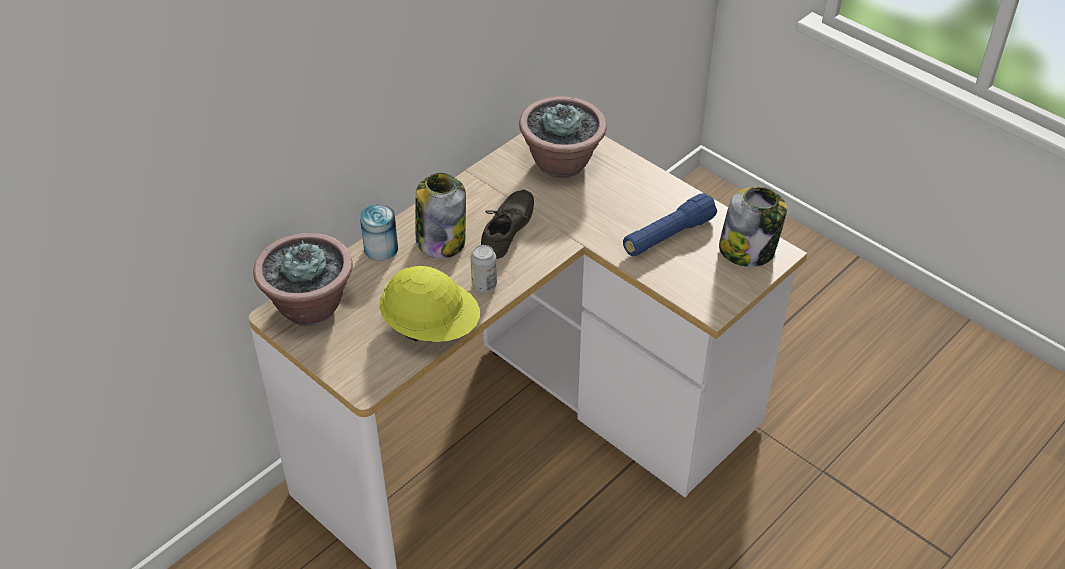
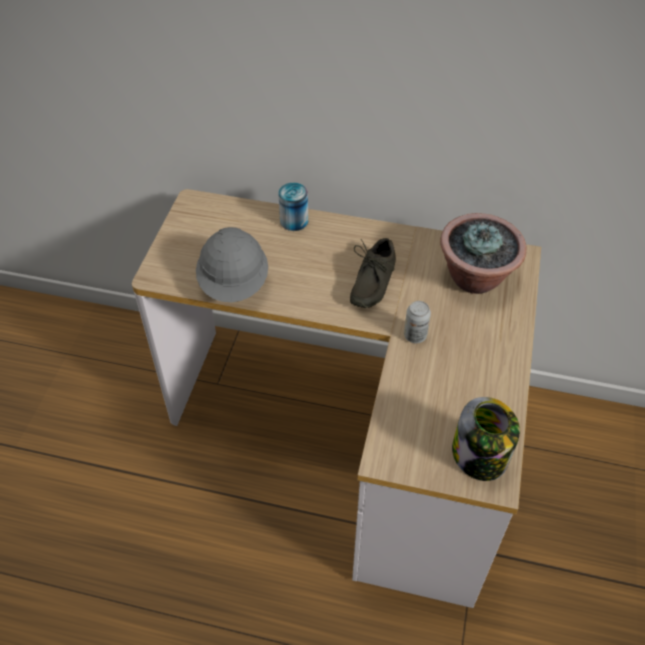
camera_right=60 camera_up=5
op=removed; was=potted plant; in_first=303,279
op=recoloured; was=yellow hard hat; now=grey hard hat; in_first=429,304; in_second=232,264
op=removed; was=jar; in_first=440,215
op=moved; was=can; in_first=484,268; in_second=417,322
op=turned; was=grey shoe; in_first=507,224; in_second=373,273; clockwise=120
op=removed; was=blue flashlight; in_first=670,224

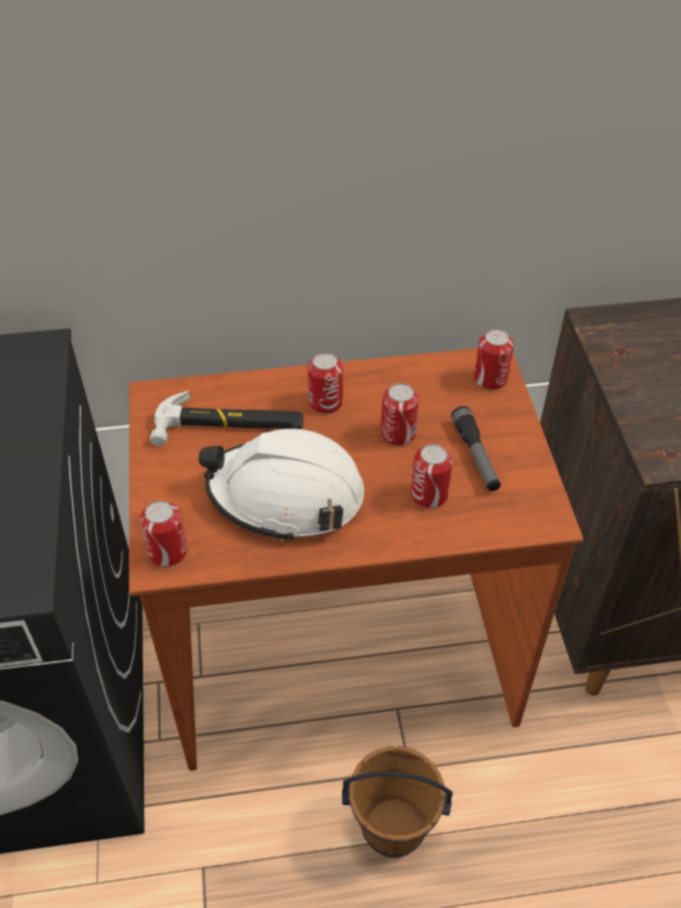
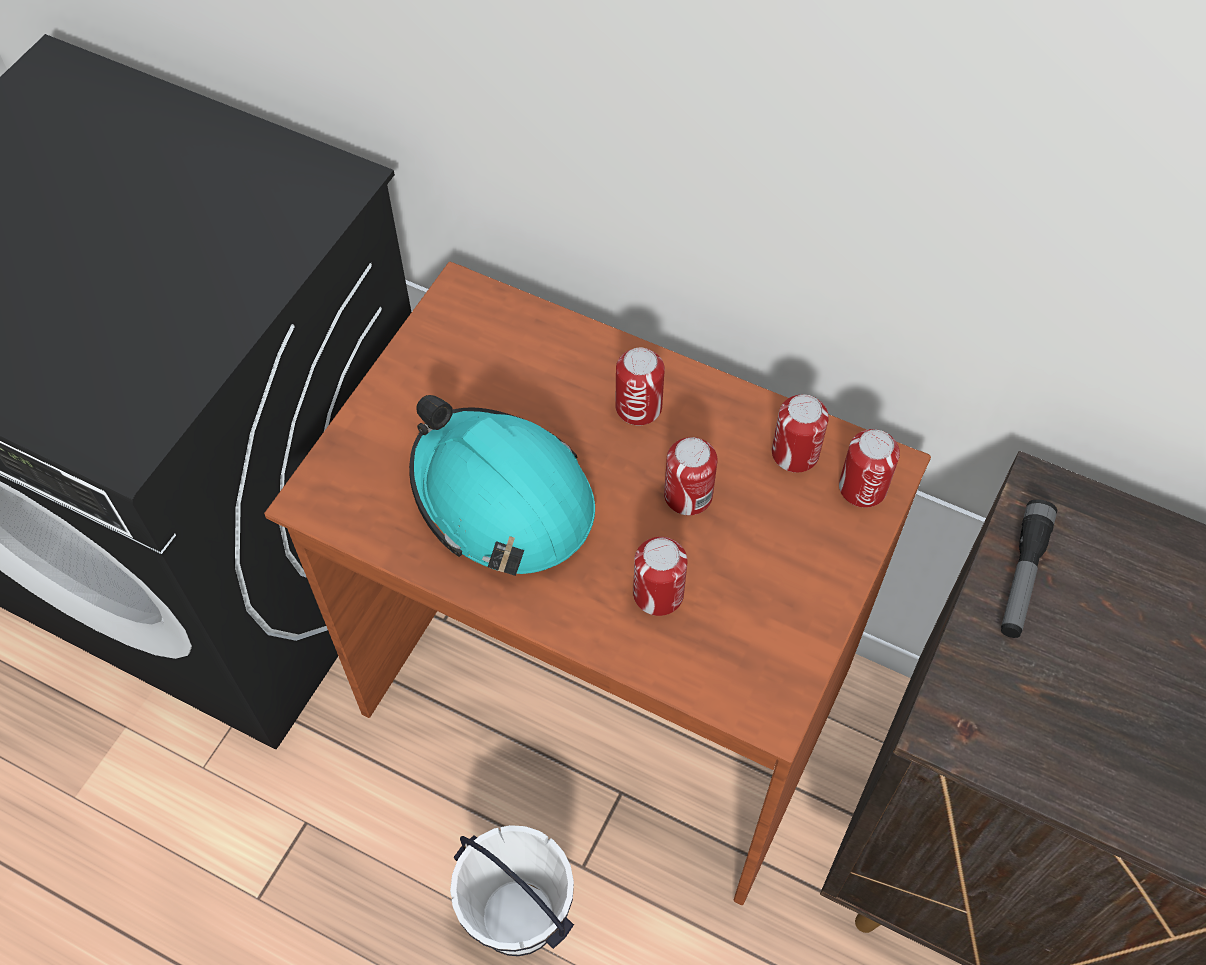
camera_right=35 camera_up=10
op=moved; was=can; in_first=163,534; in_second=800,434
op=removed; was=hammer; in_first=226,418
op=recoloured; was=white hard hat; now=turquoise hard hat; in_first=281,485; in_second=502,485
op=recoloured; was=brown bucket; now=white bucket; in_first=397,802; in_second=512,890
op=moved; was=flashlight; in_first=476,448; in_second=1029,568

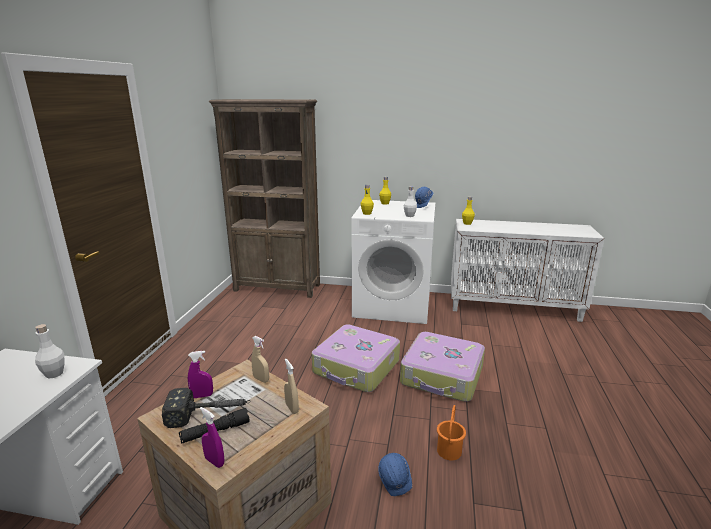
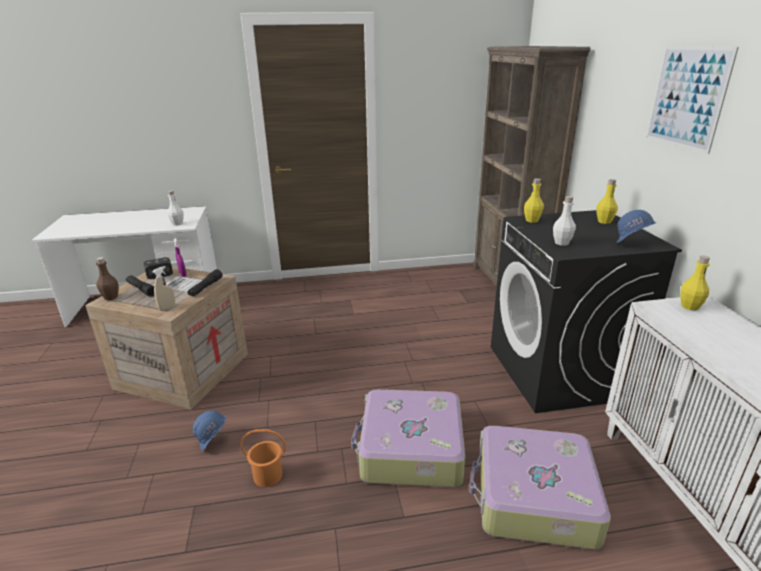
camera_right=70 camera_up=5
op=replaced; was=purple spray bottle; now=brown bottle; in_first=212,437; in_second=107,278
op=replaced; was=beige spray bottle; now=black flashlight; in_first=260,359; in_second=205,282
op=moved; was=suitcase; in_first=356,358; in_second=540,487
op=recoloured; was=white washing machine; now=black washing machine; in_first=393,262; in_second=586,311
op=added; now=picture; in_second=692,100

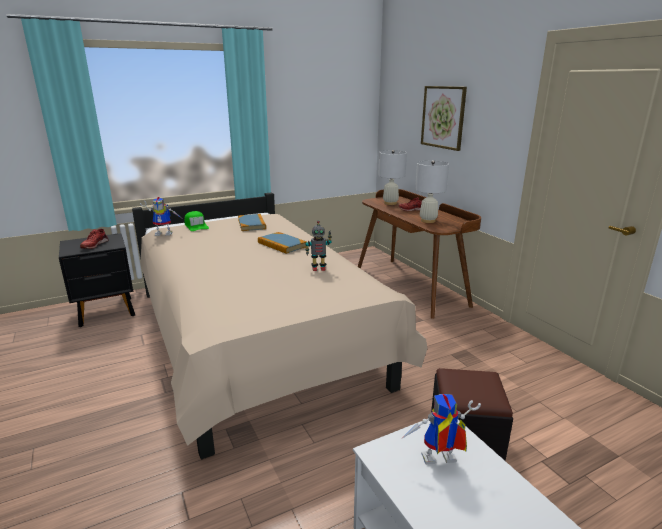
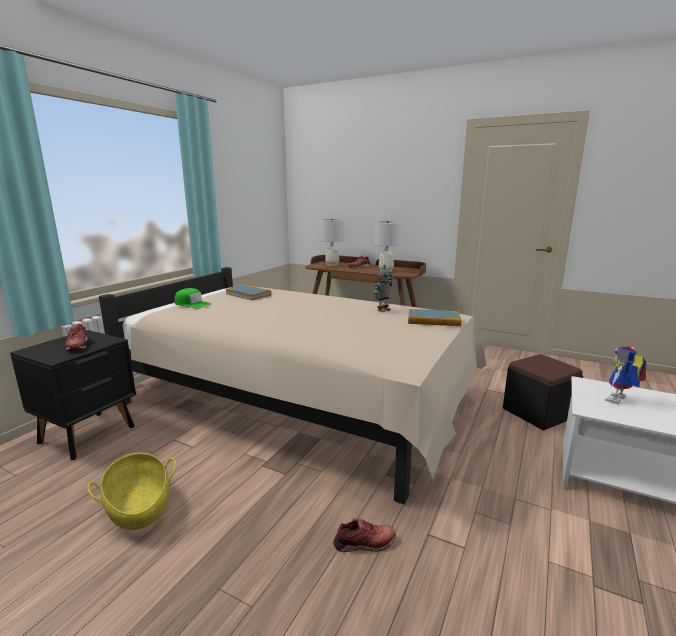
camera_right=-35 camera_up=-5
op=removed; was=toy robot; in_first=160,216
op=moved; was=book; in_first=282,243; in_second=434,317
op=removed; was=picture; in_first=444,118
op=added; now=basket; in_second=131,491
op=added; now=red shoe; in_second=364,535

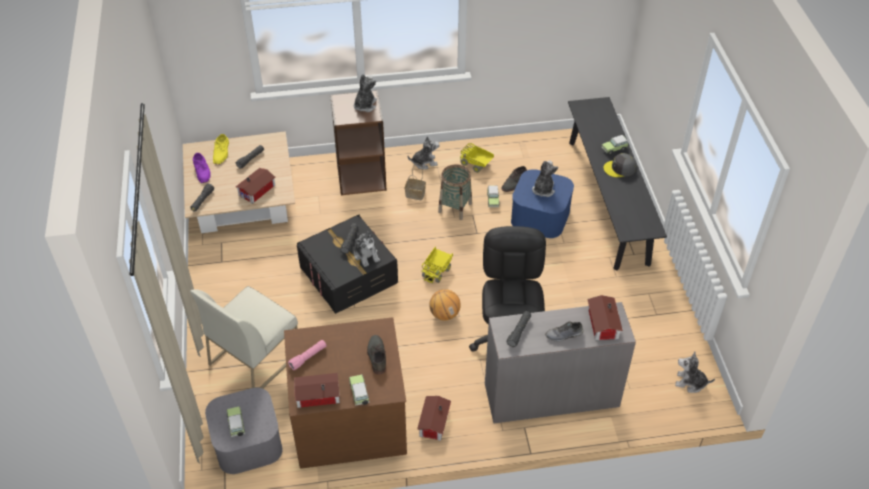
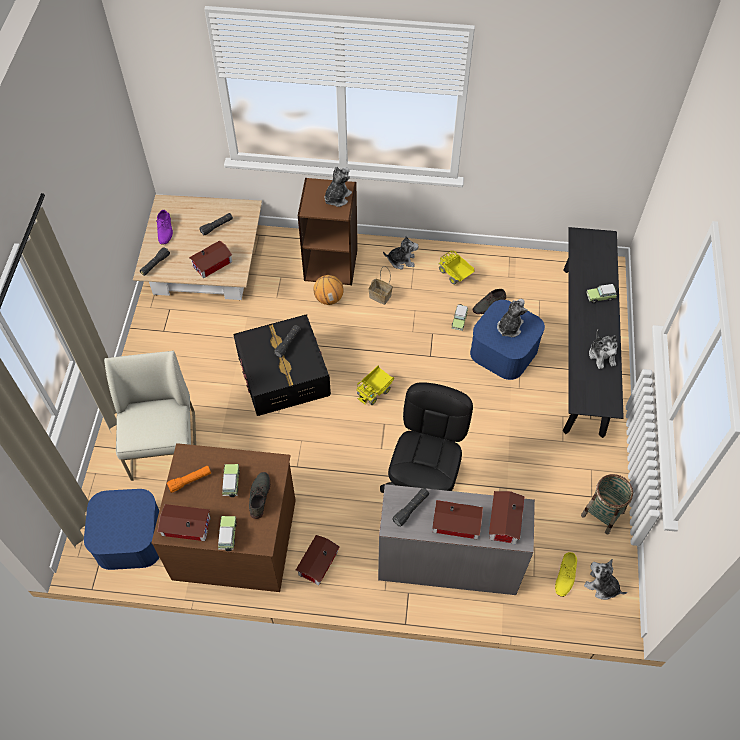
camera_right=15 camera_up=10
op=turned; was=white chair; in_first=244,337; in_second=150,416; clockwise=120
op=recoloured; was=grey storage box; now=blue storage box; in_first=243,431; in_second=121,529
op=moved; was=yellow shoe; in_first=221,149; in_second=566,574
op=moved; was=toy car; in_first=236,421; in_second=230,480
op=recoloured; was=pink flashlight; now=orange flashlight; in_first=307,355; in_second=189,479
op=moved; was=plush toy; in_first=367,249; in_second=603,349
op=moved; was=basketball; in_first=445,305; in_second=328,290
op=moved; was=basket; in_first=455,192; in_second=607,504
op=replaced; was=grey shoe; now=toy house; in_first=564,331; in_second=457,519
op=removed; was=grey cap; in_first=619,165

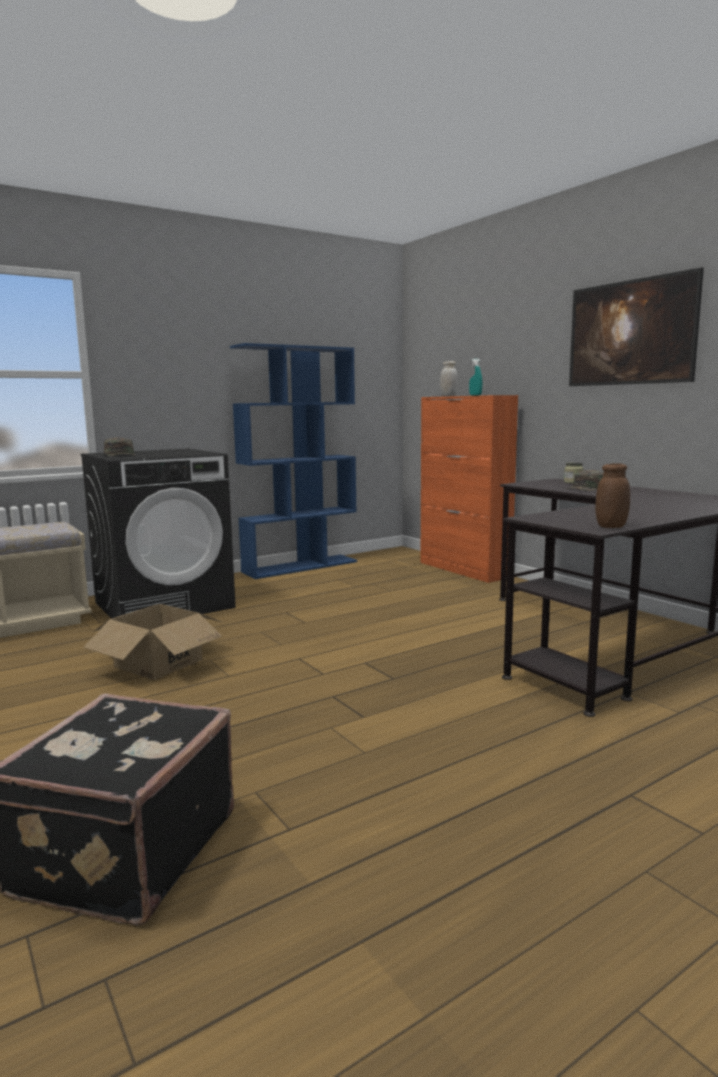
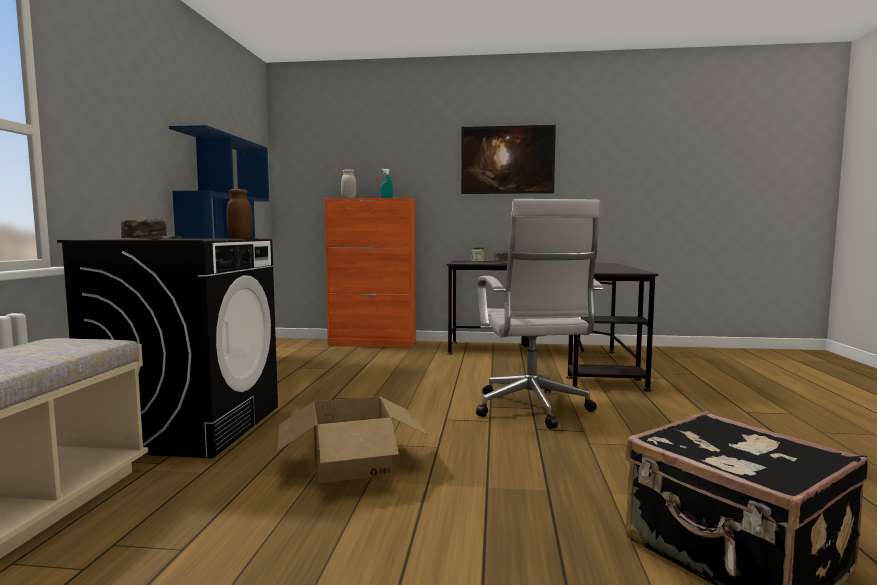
camera_right=-50 camera_up=-5
op=moved; was=brown jar; in_first=612,495; in_second=239,214
op=added; now=white office chair; in_second=539,314

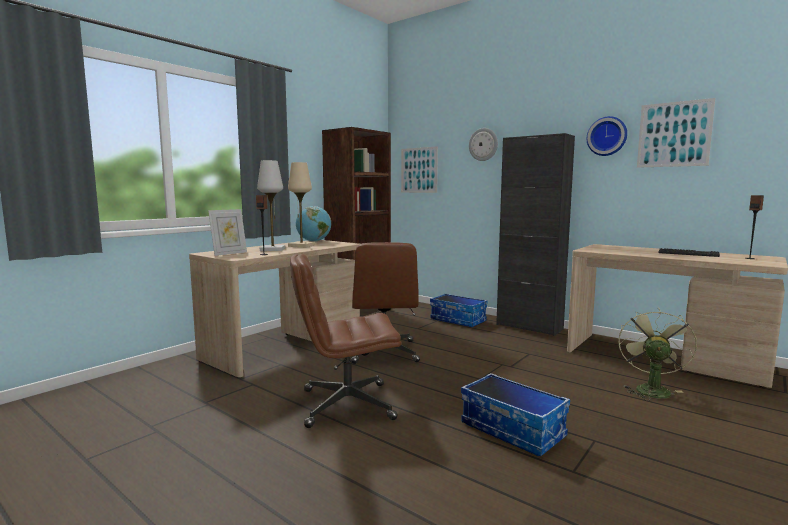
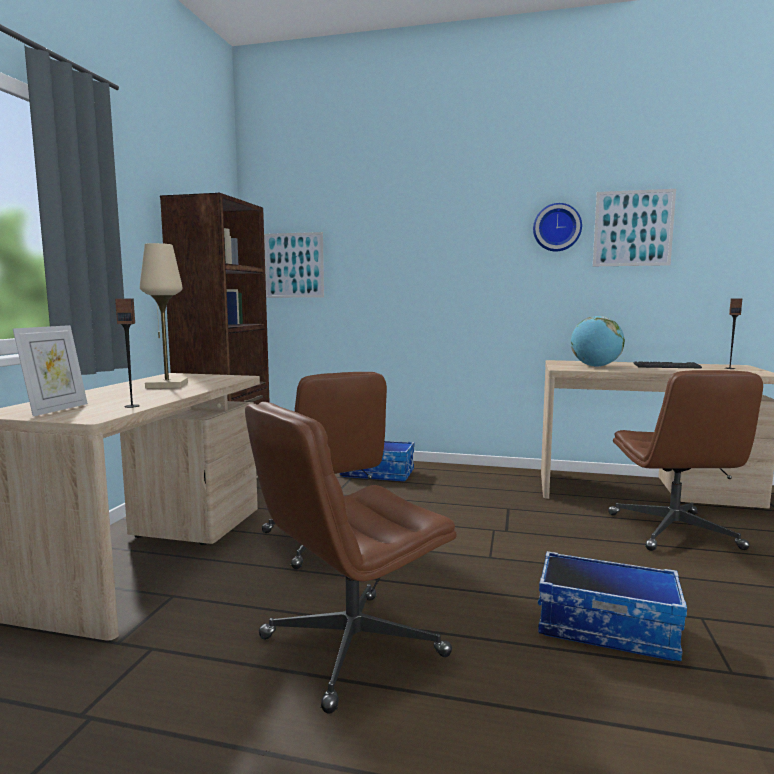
camera_right=-25 camera_up=0
op=removed; was=white table lamp; in_first=271,205
op=moved; was=globe; in_first=313,224; in_second=598,341
op=removed; was=wall clock; in_first=483,144
op=removed; was=black cabinet; in_first=535,234
op=replaced; was=green fan; now=brown office chair; in_first=657,354; in_second=685,460

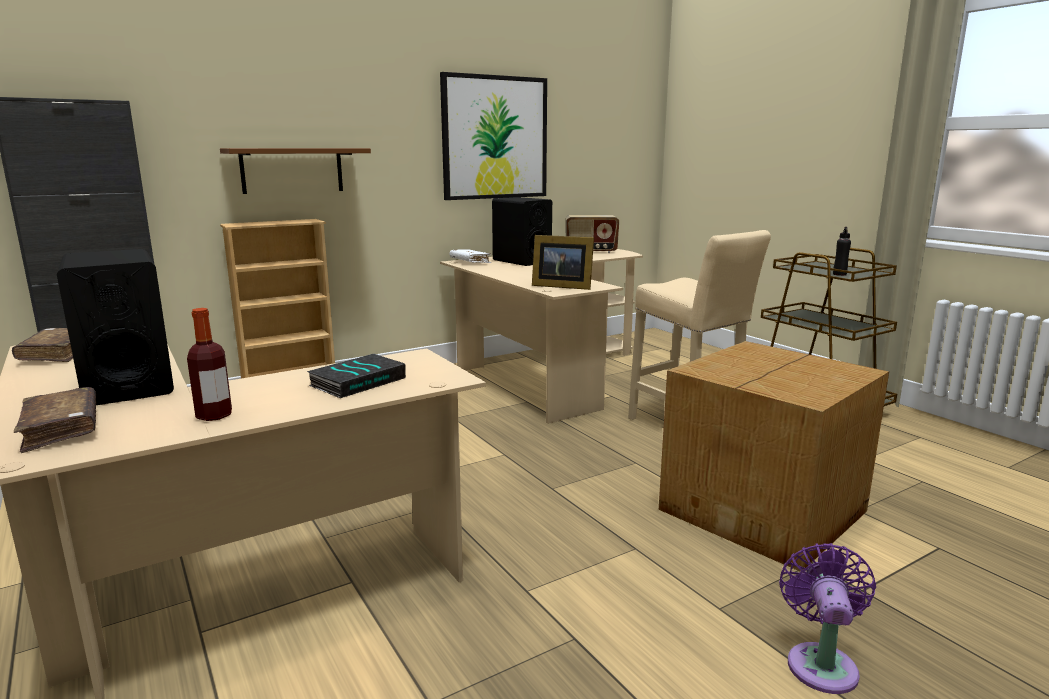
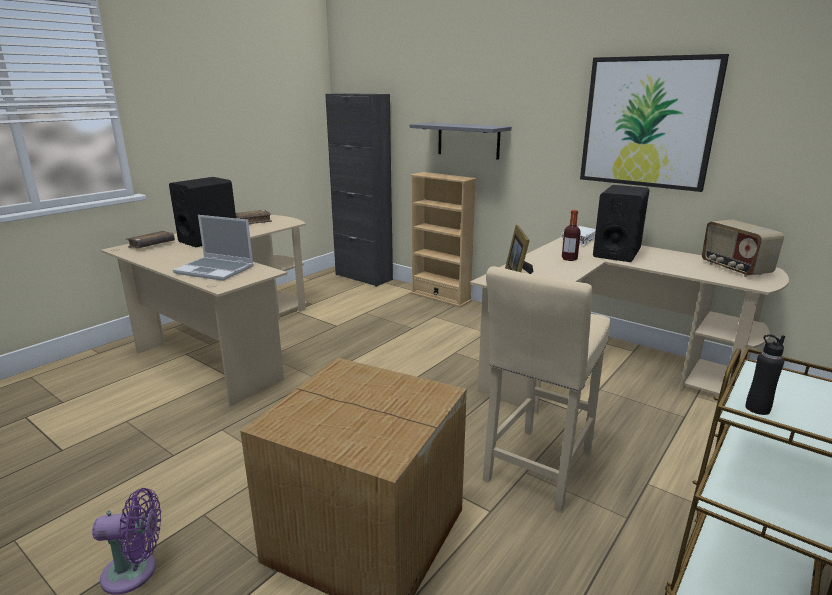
camera_right=70 camera_up=5
op=moved; was=bottle; in_first=209,364; in_second=571,235
op=recoloured; was=brown shelf; now=grey shelf; in_first=295,171; in_second=461,141
op=replaced; was=book; now=laptop; in_first=356,376; in_second=213,248

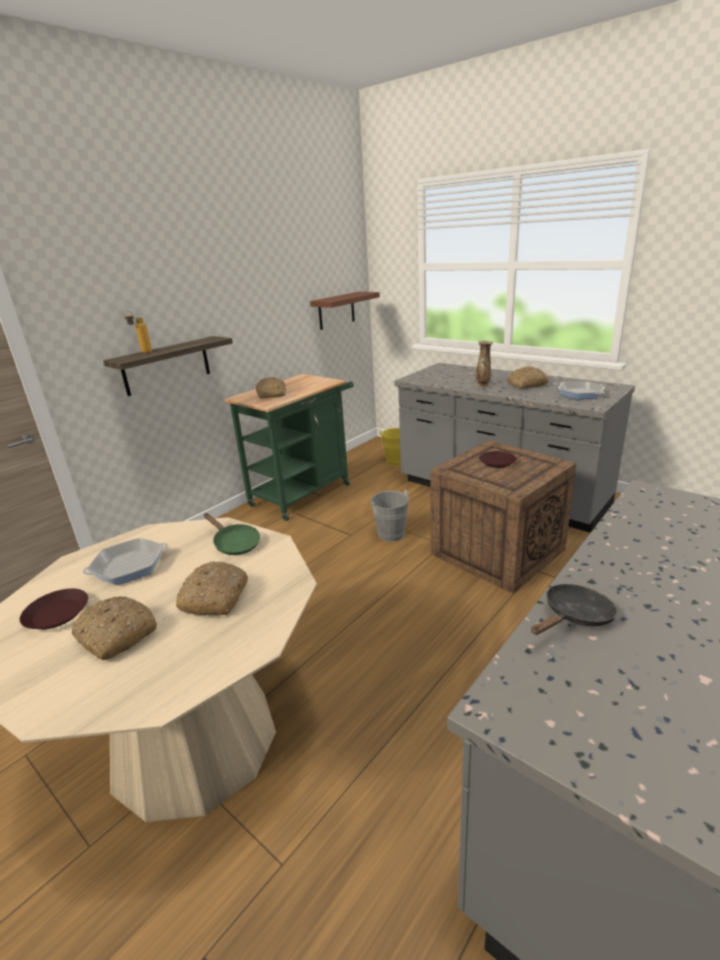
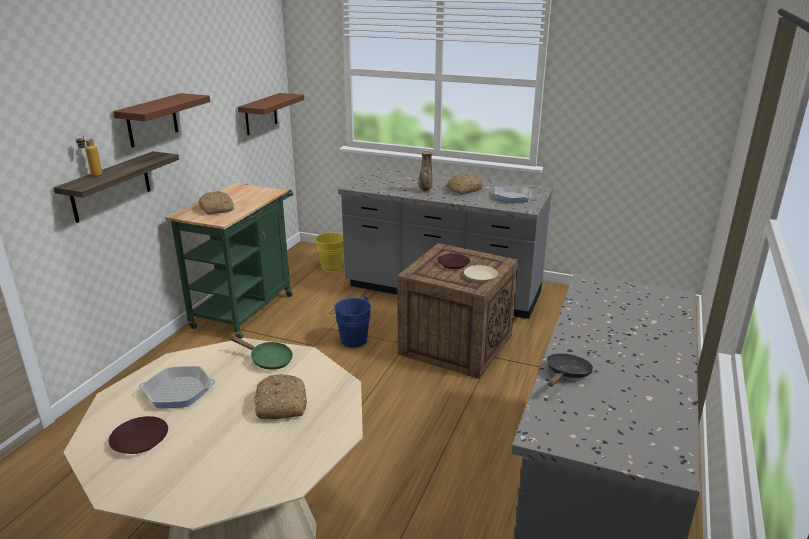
camera_right=-20 camera_up=0
op=removed; was=bread; in_first=114,628
op=turned; was=frying pan; in_first=125,561; in_second=176,387; clockwise=-135
op=recoloured; was=grey bucket; now=blue bucket; in_first=388,516; in_second=350,322
op=added; now=brown shelf; in_second=161,120
op=added; now=beige plate; in_second=481,273

